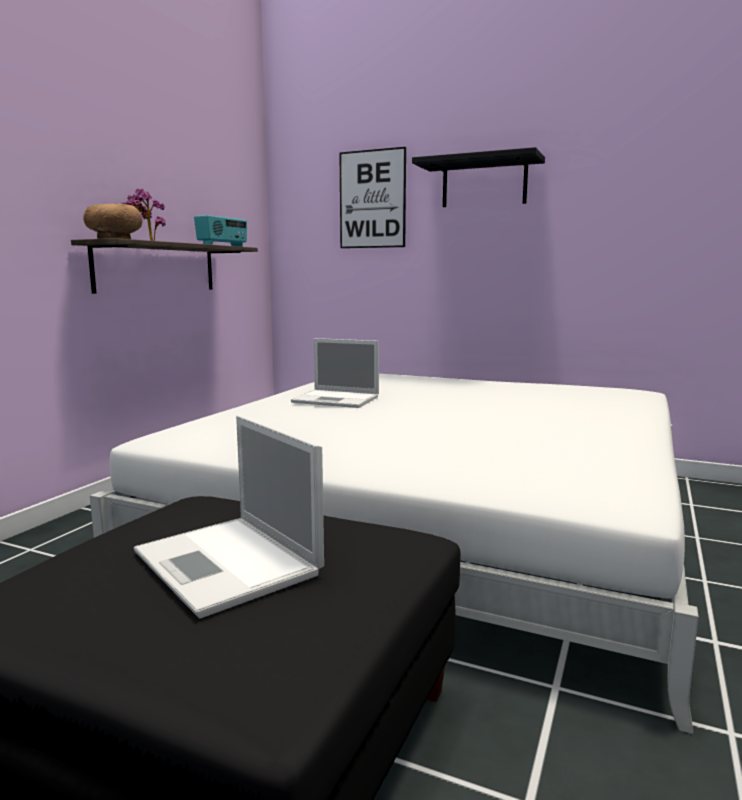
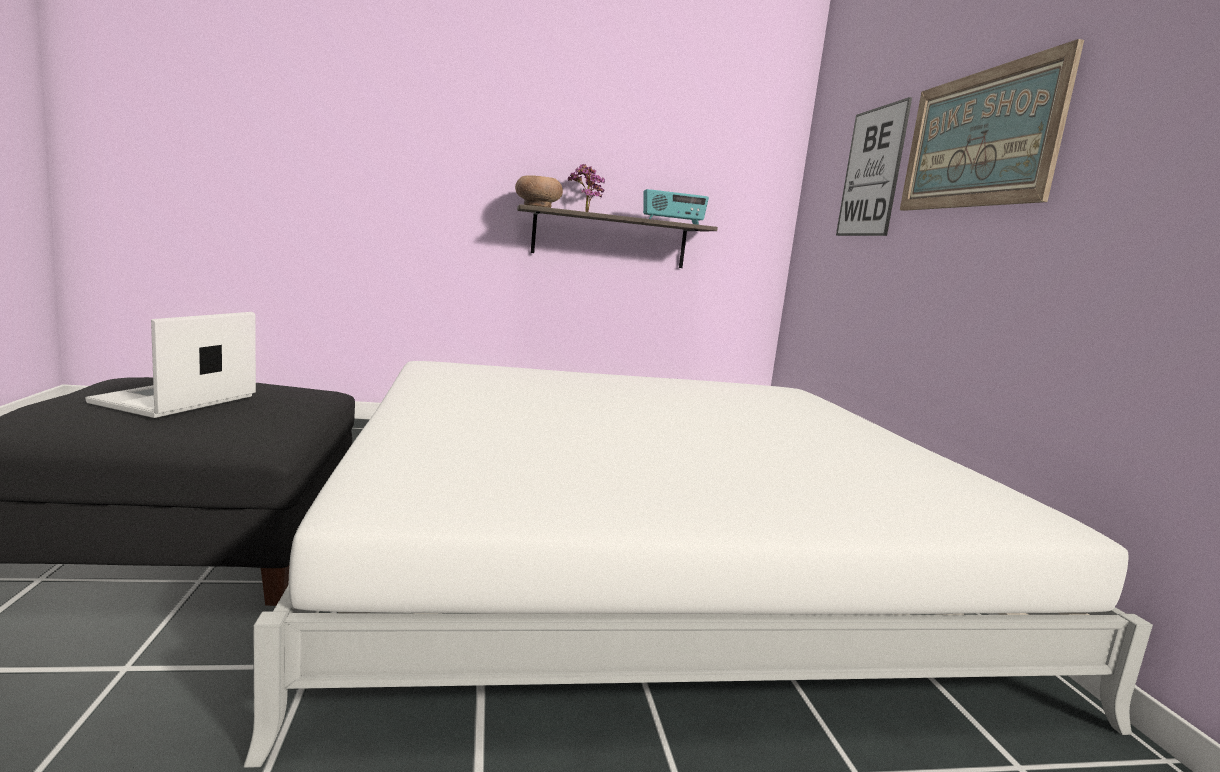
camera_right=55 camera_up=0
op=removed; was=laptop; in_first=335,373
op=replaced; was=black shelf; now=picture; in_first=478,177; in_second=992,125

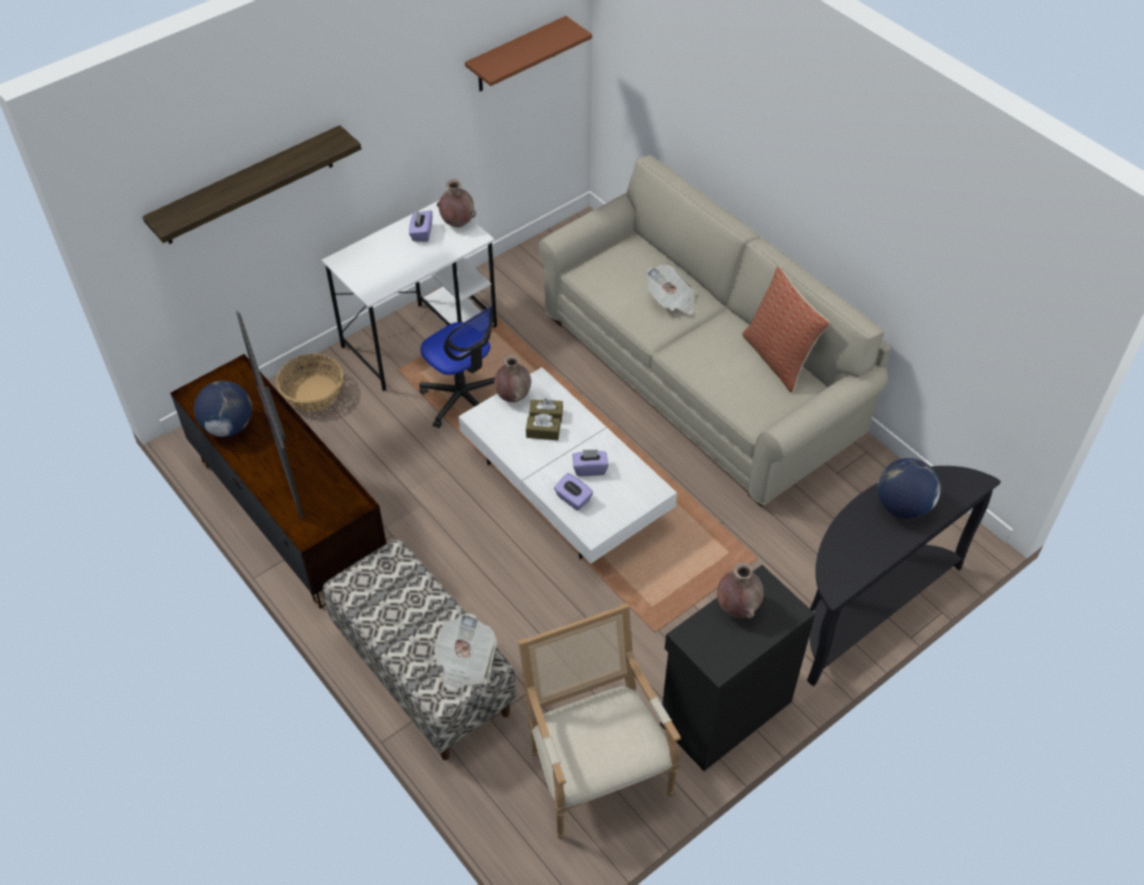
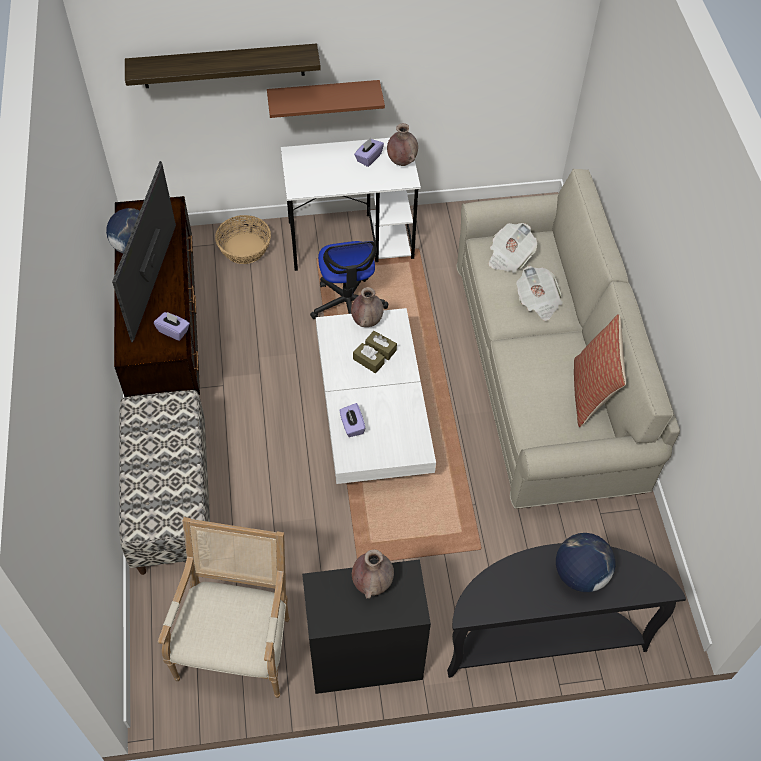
camera_right=30 camera_up=5
op=moved; was=newspaper; in_first=465,651; in_second=512,248
op=moved; was=brown shelf; in_first=528,54; in_second=326,99
op=moved; was=purple tissue box; in_first=591,462; in_second=172,326

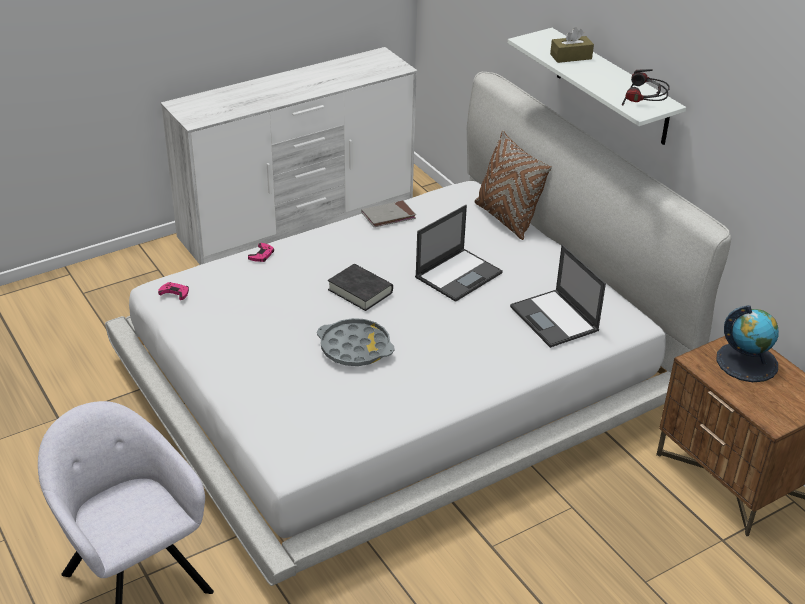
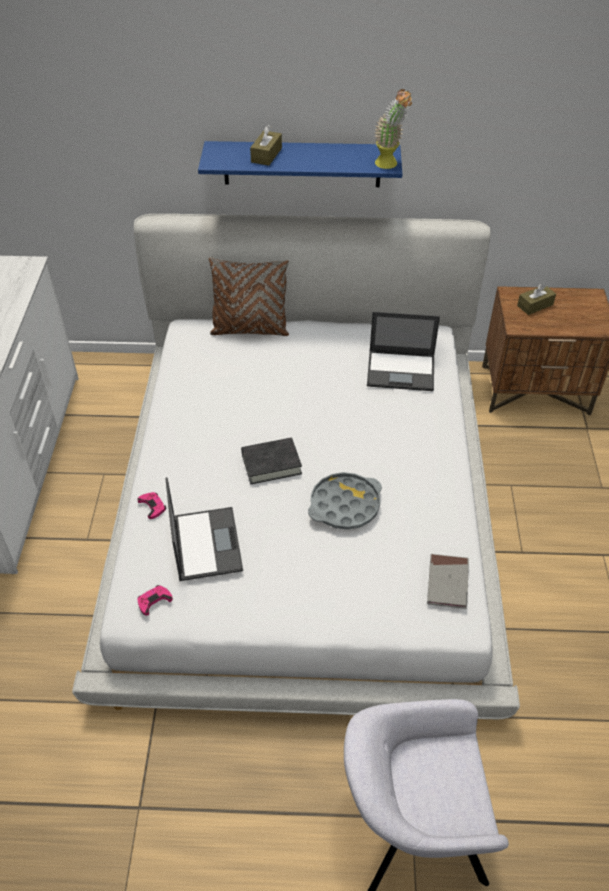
camera_right=-55 camera_up=10
op=moved; was=grey book; in_first=388,213; in_second=448,581
op=moved; was=laptop; in_first=459,253; in_second=204,529
op=recoloured; was=white shelf; now=blue shelf; in_first=597,86; in_second=300,164
op=replaced; was=headphones; now=potted plant; in_first=646,87; in_second=393,129
op=replaced; was=globe; now=brown tissue box; in_first=747,343; in_second=536,299

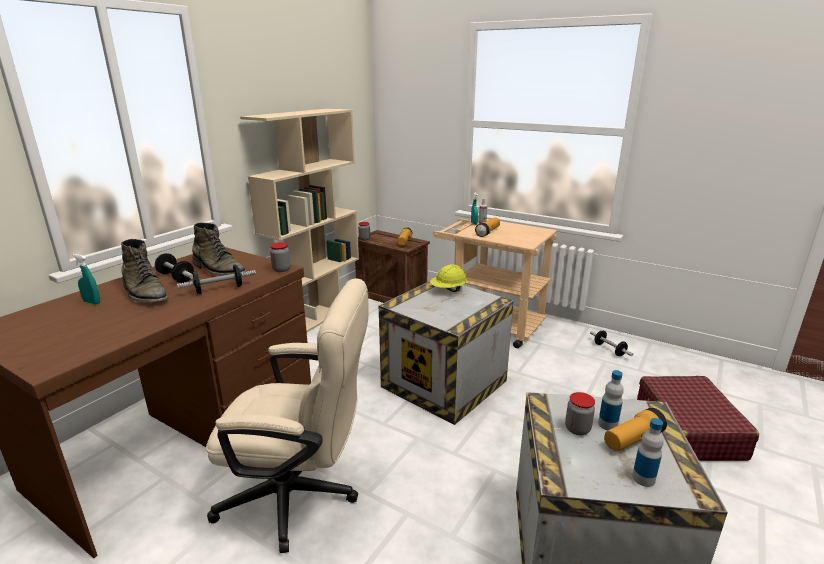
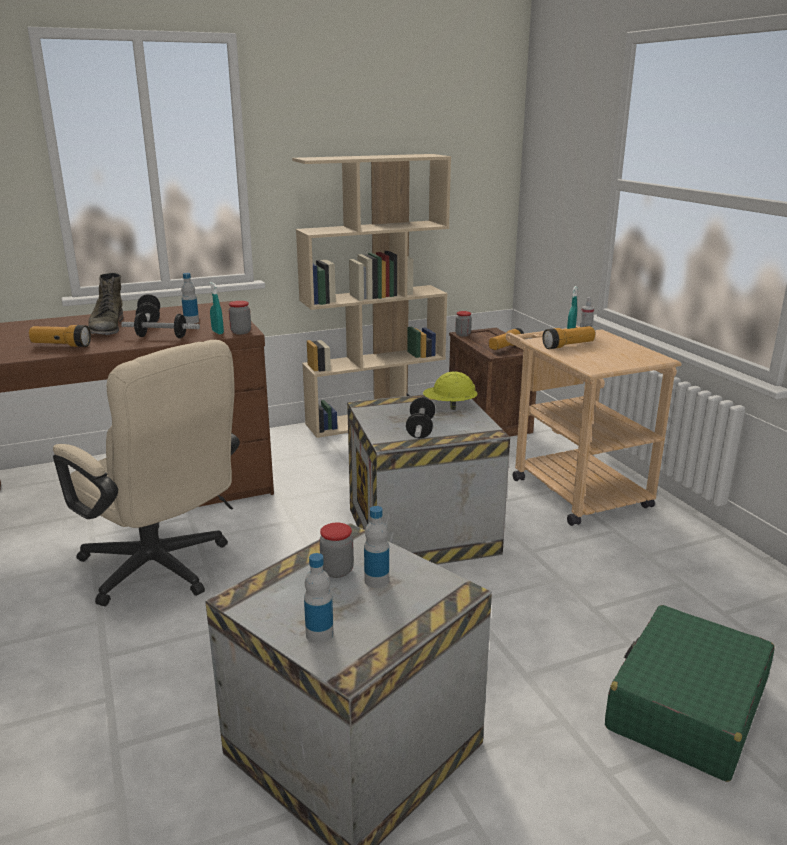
camera_right=35 camera_up=0
op=moved; was=turquoise spray bottle; in_first=86,279; in_second=216,308
op=replaced; was=green boot; now=bottle; in_first=219,249; in_second=190,298
op=moved; was=dumbbell; in_first=611,343; in_second=420,417
op=moved; was=flashlight; in_first=635,429; in_second=60,336
op=recoloured; was=red suitcase; now=green suitcase; in_first=698,418; in_second=690,693

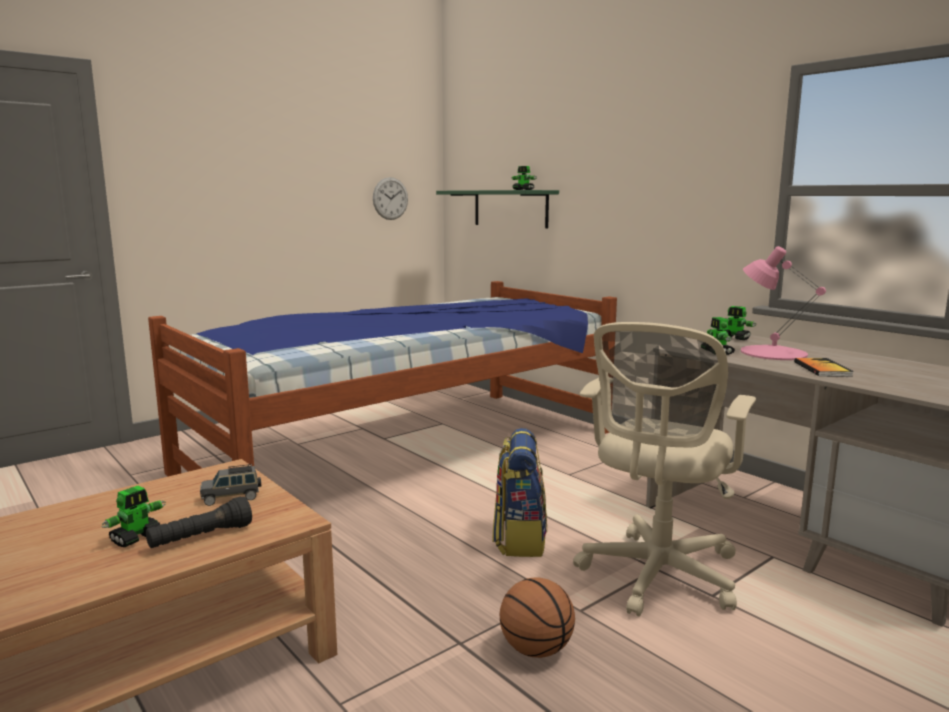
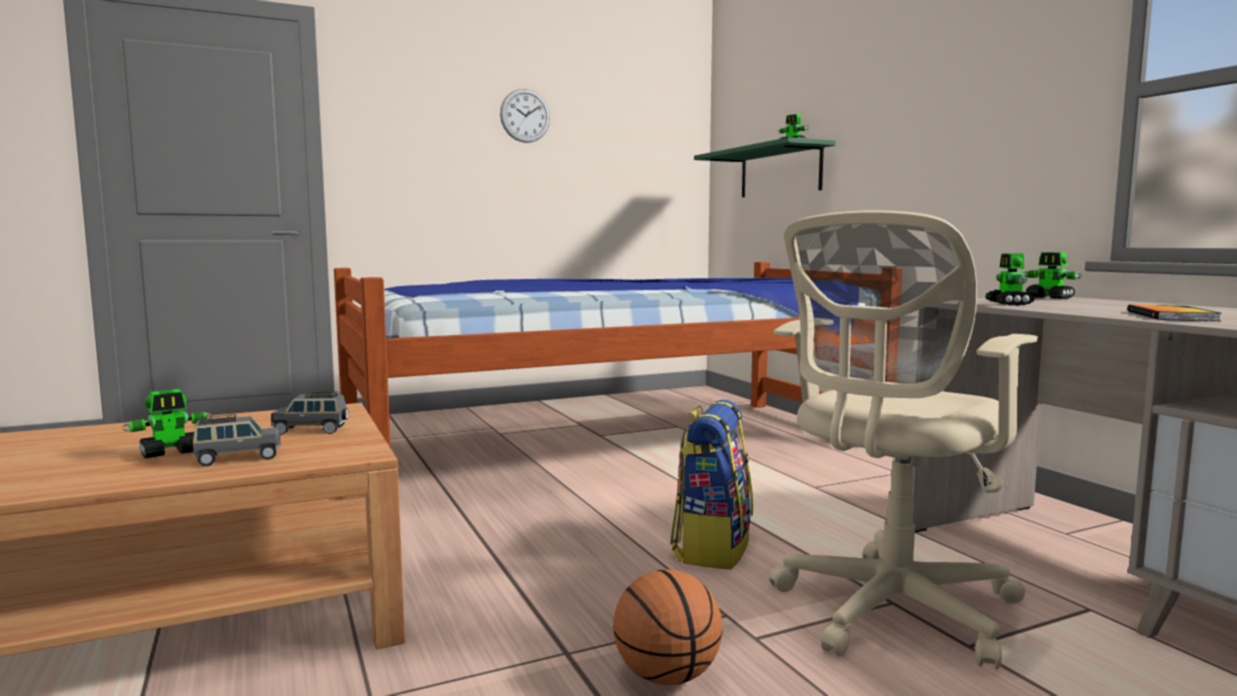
camera_right=15 camera_up=-5
op=replaced; was=black flashlight; now=grey toy car; in_first=199,522; in_second=234,440
op=moved; was=wall clock; in_first=390,198; in_second=525,116
op=removed; was=pink table lamp; in_first=783,303

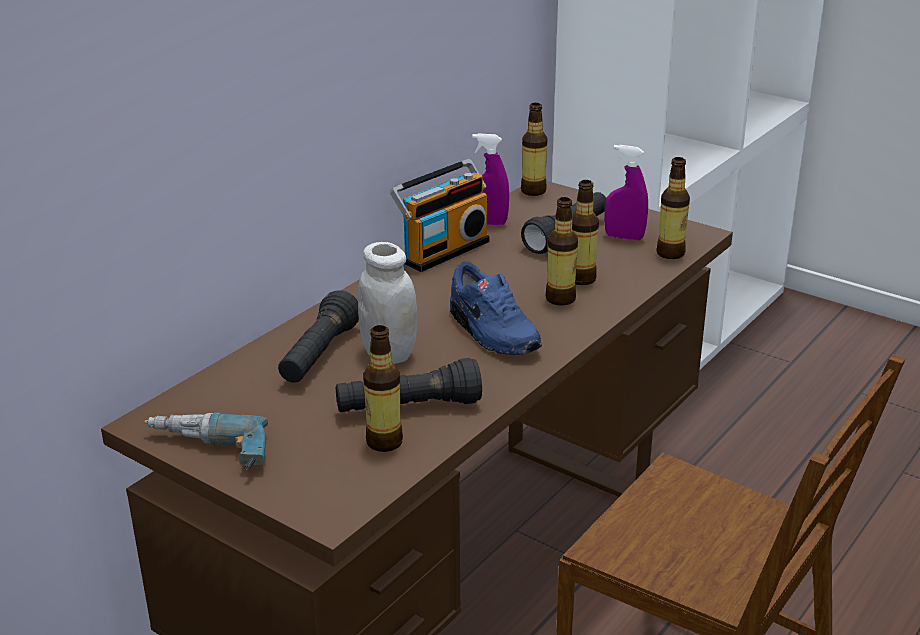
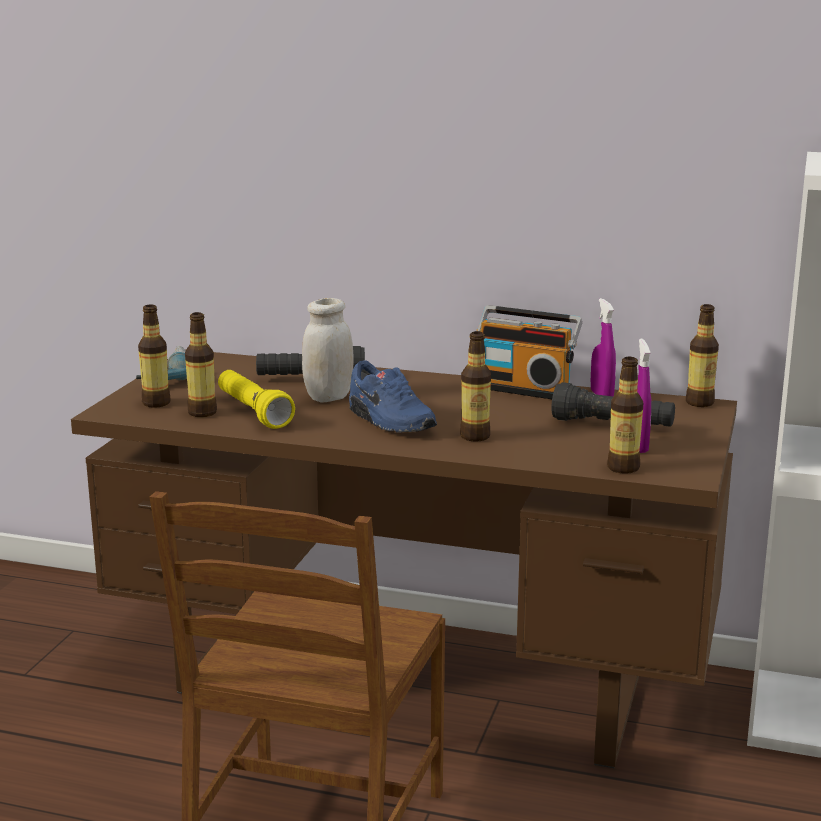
camera_right=70 camera_up=-10
op=recoloured; was=black flashlight; now=yellow flashlight; in_first=409,385; in_second=256,399
op=turned; was=blue shoe; in_first=496,308; in_second=393,396; clockwise=-75
op=moved; was=bottle; in_first=585,232; in_second=154,356

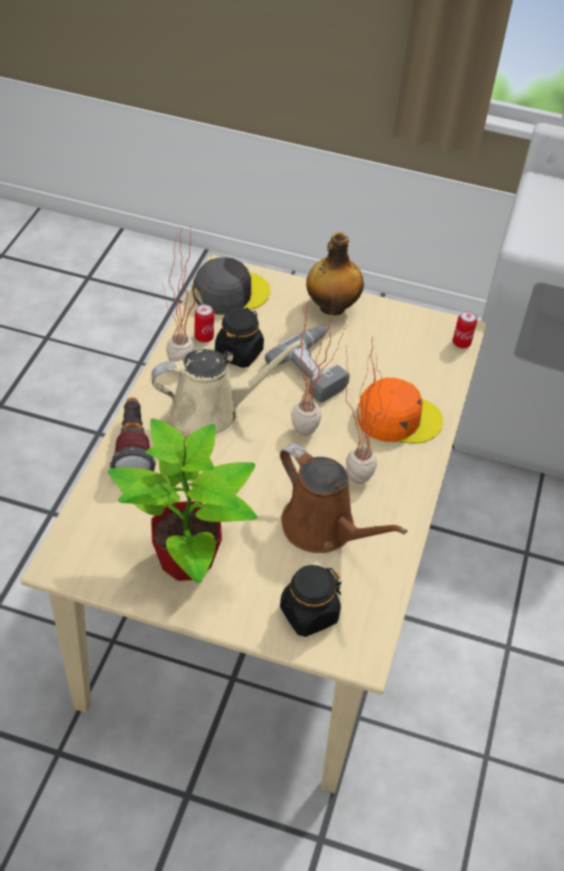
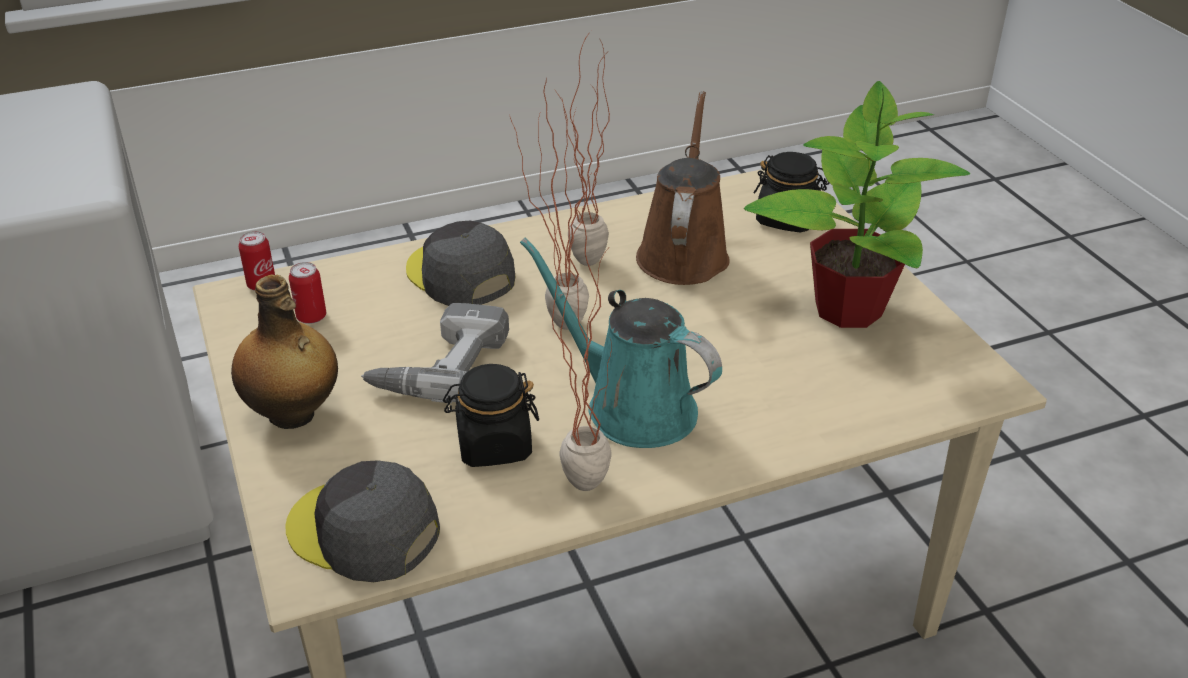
camera_right=-125 camera_up=-10
op=removed; was=flashlight; in_first=133,434
op=recoloured; was=beige watering can; now=turquoise watering can; in_first=228,388; in_second=621,343
op=moved; was=can; in_first=204,323; in_second=307,293
op=recoloured; was=orange cap; now=grey cap; in_first=400,411; in_second=460,263

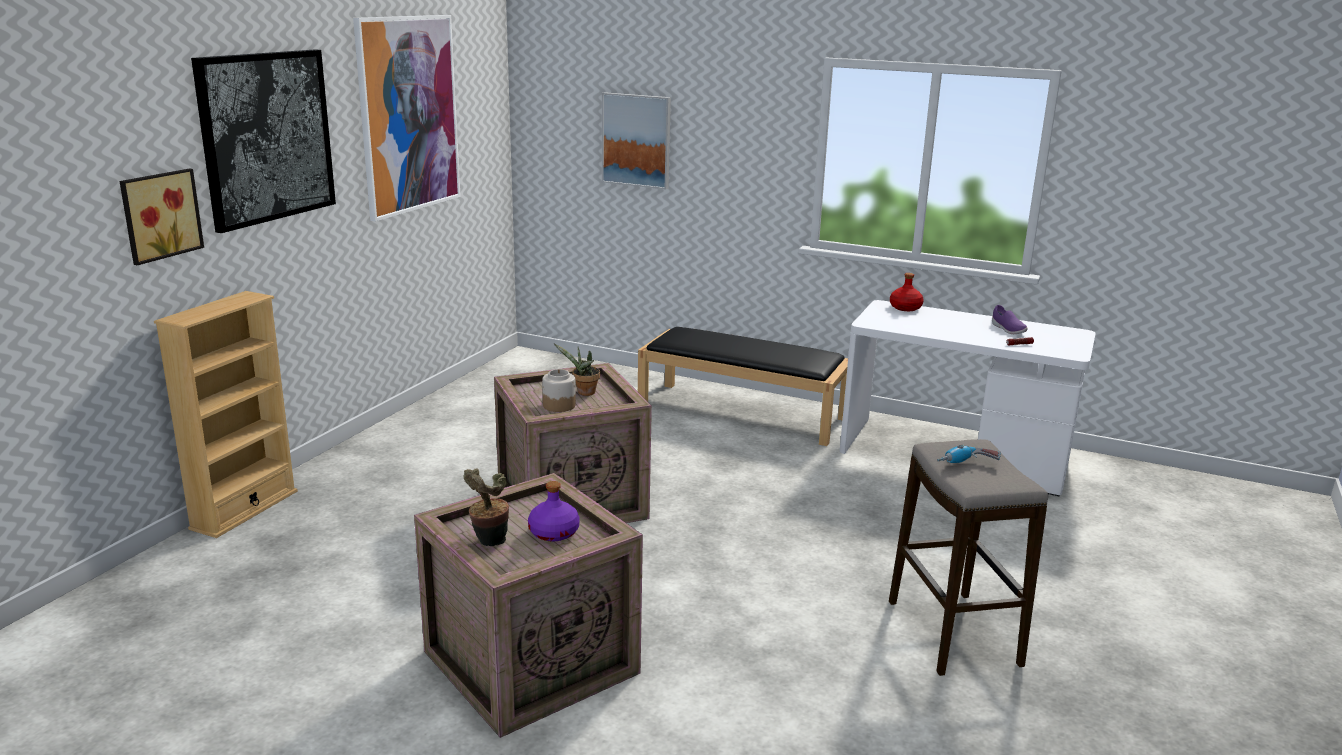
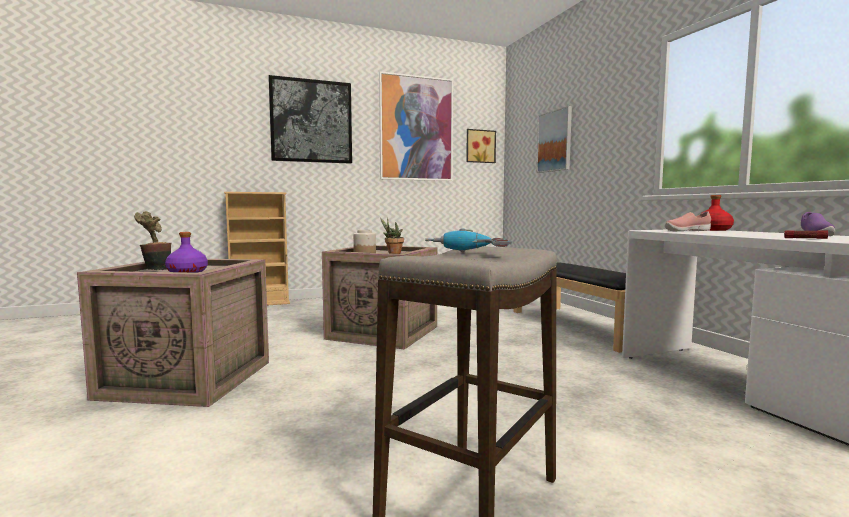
camera_right=45 camera_up=-15
op=moved; was=picture; in_first=161,217; in_second=481,146
op=added; now=pink shoe; in_second=688,221

